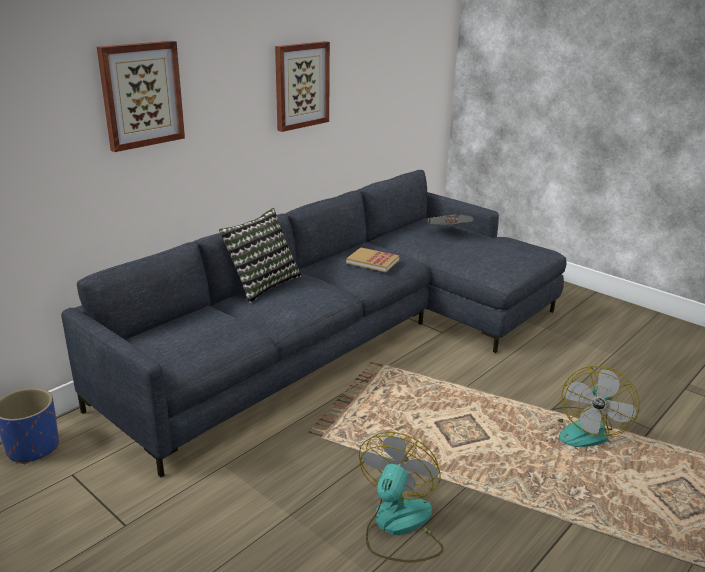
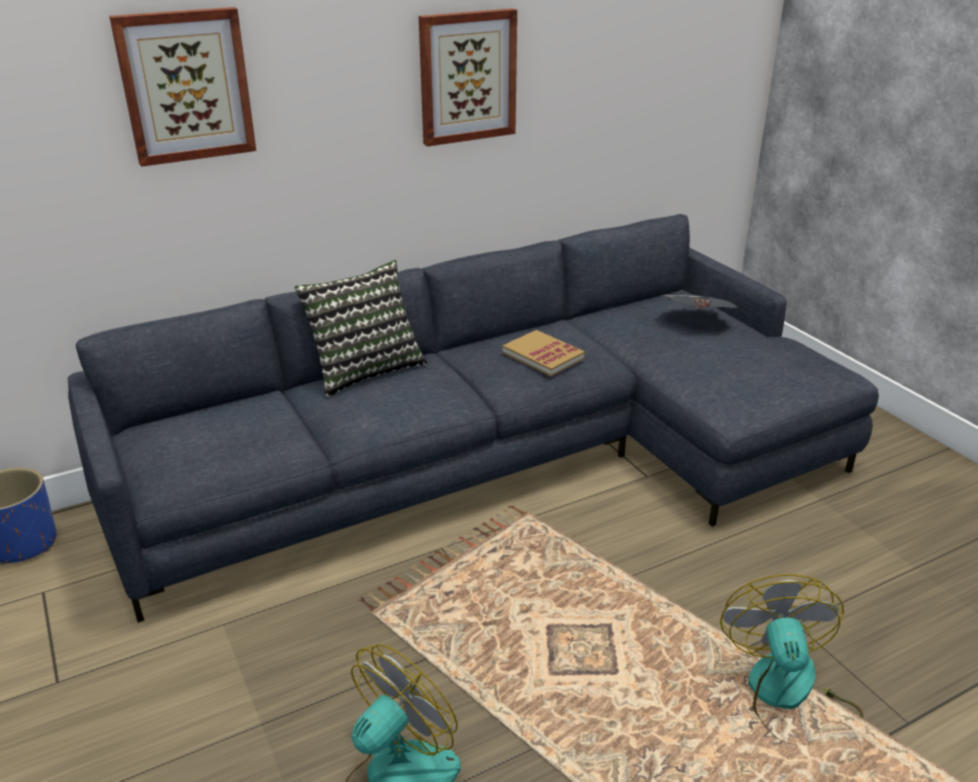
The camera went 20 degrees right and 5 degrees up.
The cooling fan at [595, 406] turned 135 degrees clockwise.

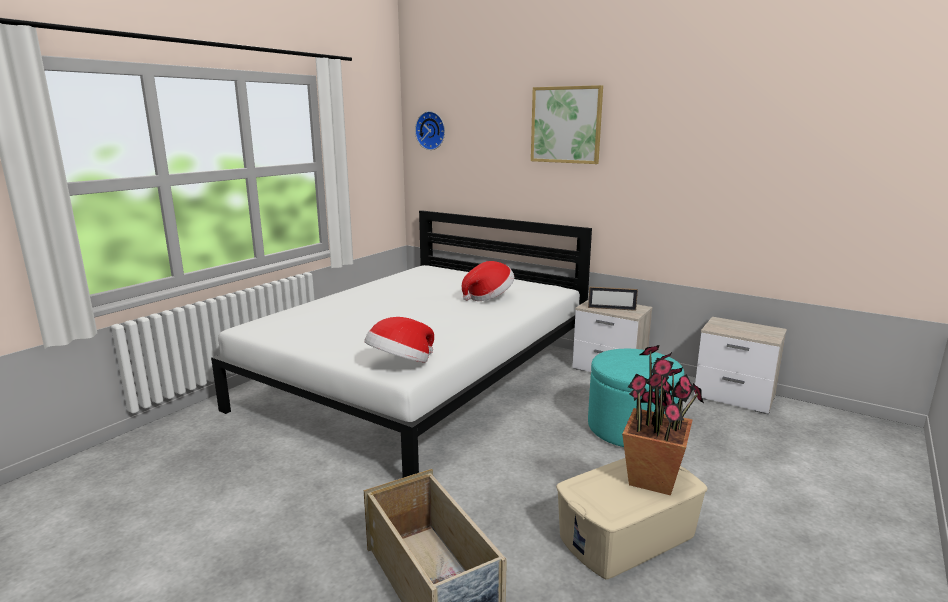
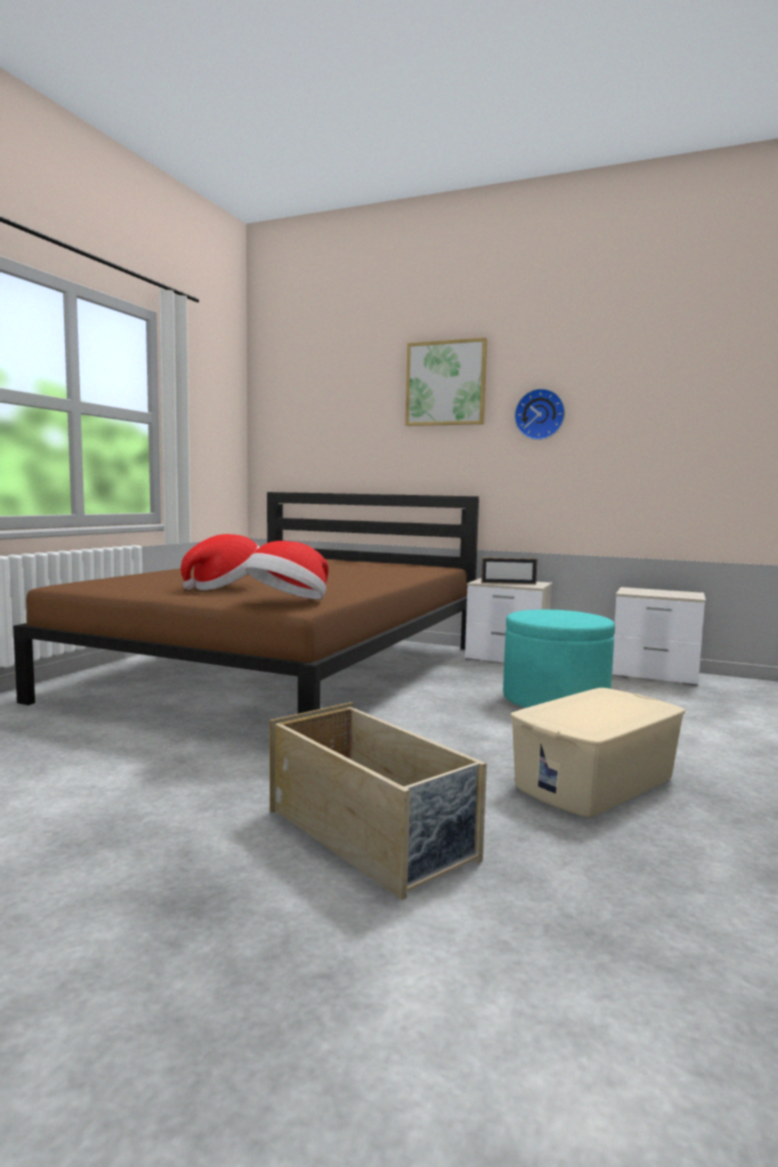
The camera went 10 degrees left and 10 degrees down.
The white-coloured bed at [401, 344] became the brown bed at [246, 603].
The clothing hat moved from [488, 281] to [220, 562].
The wall clock moved from [430, 130] to [539, 414].
The potted plant at [663, 420] disappeared.

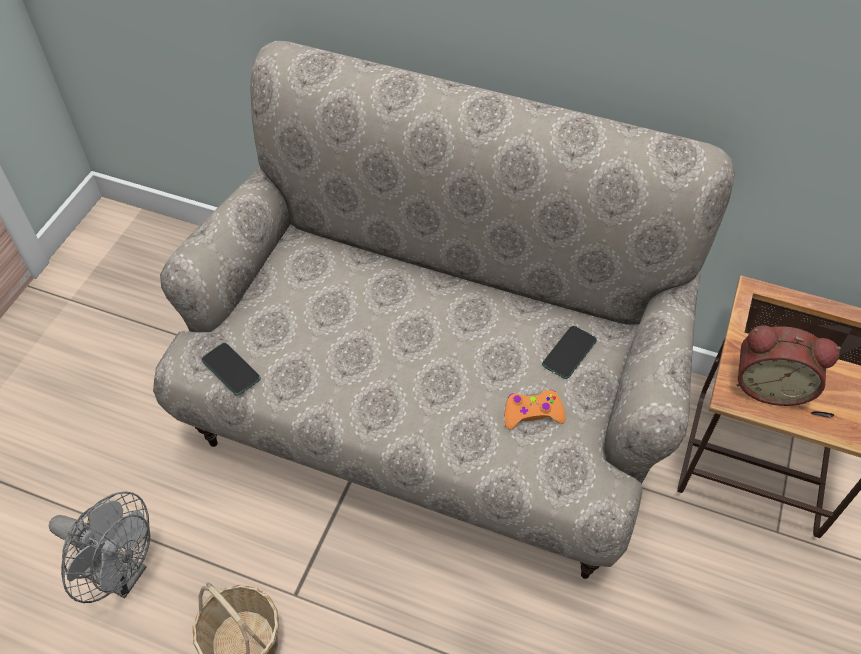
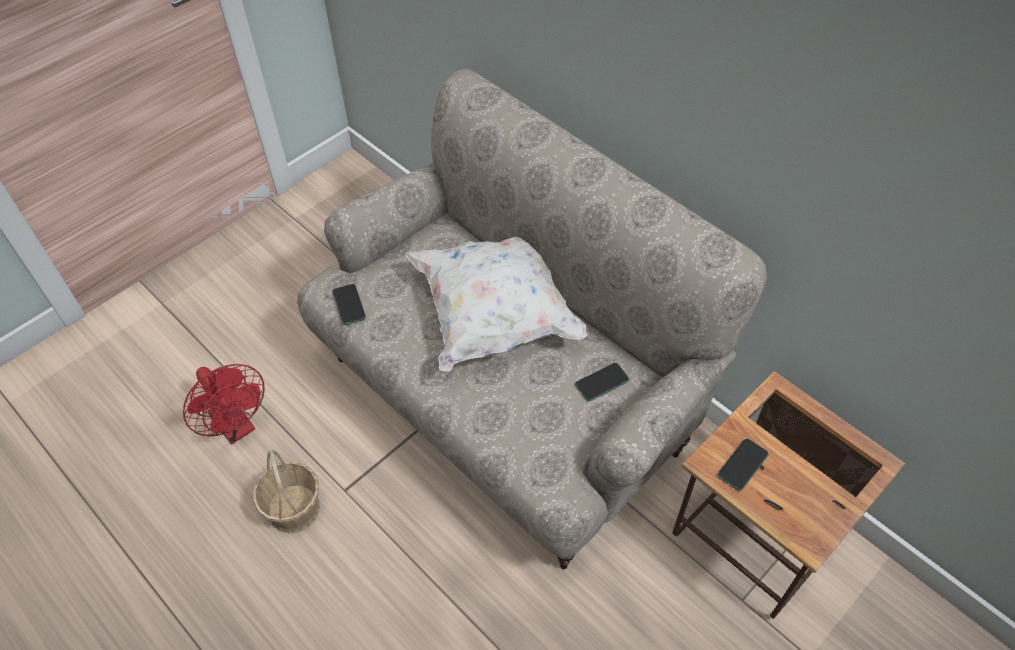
The camera went 25 degrees right and 0 degrees up.
The grey cooling fan at [99, 547] became the reddish cooling fan at [224, 404].
The white-coloured cushion at [496, 304] appeared.
The bedside clock at [788, 365] was replaced by the phone at [743, 465].
The orange gamepad at [535, 410] disappeared.

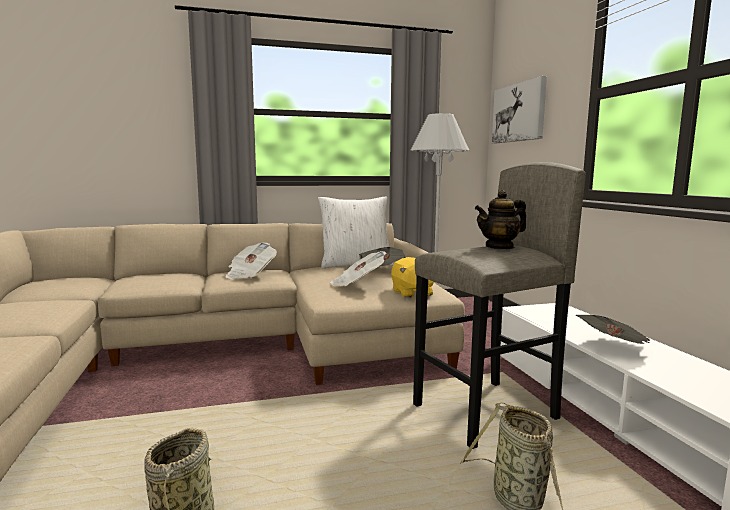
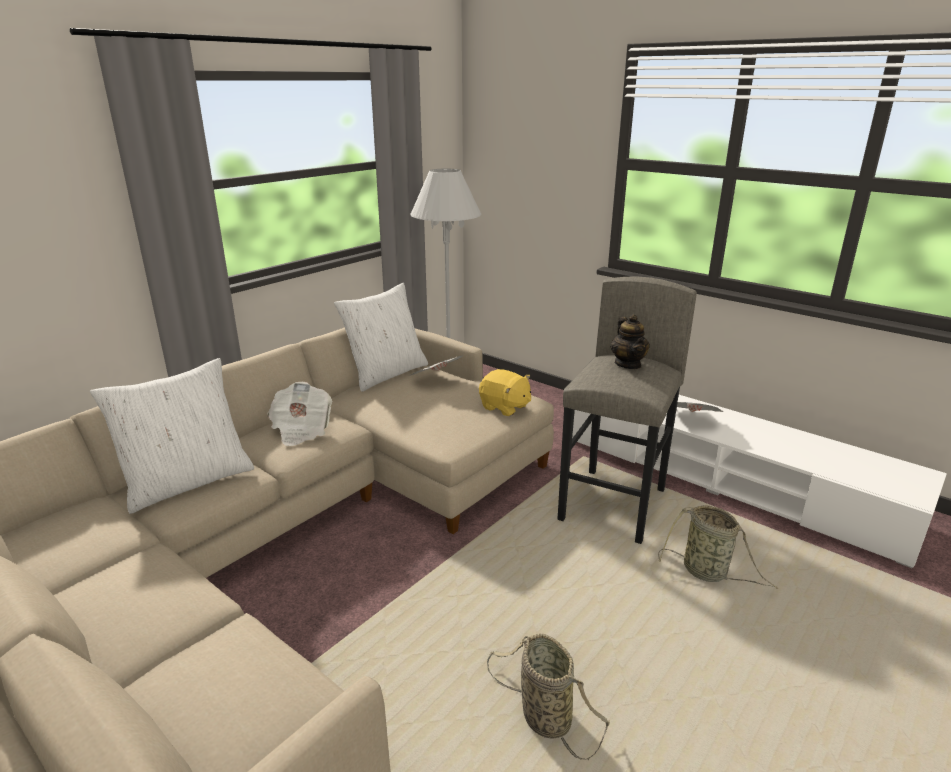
The camera went 35 degrees left and 15 degrees up.
The white-coloured cushion at [172, 436] appeared.
The tea pot at [500, 219] turned 45 degrees counterclockwise.
The daily paper at [358, 268] disappeared.
The wall art at [519, 110] disappeared.

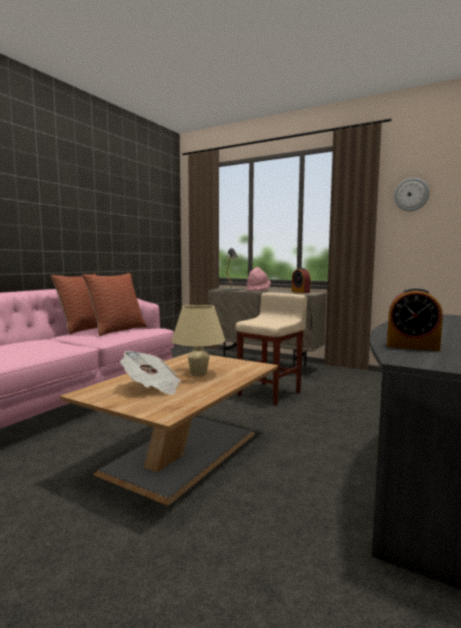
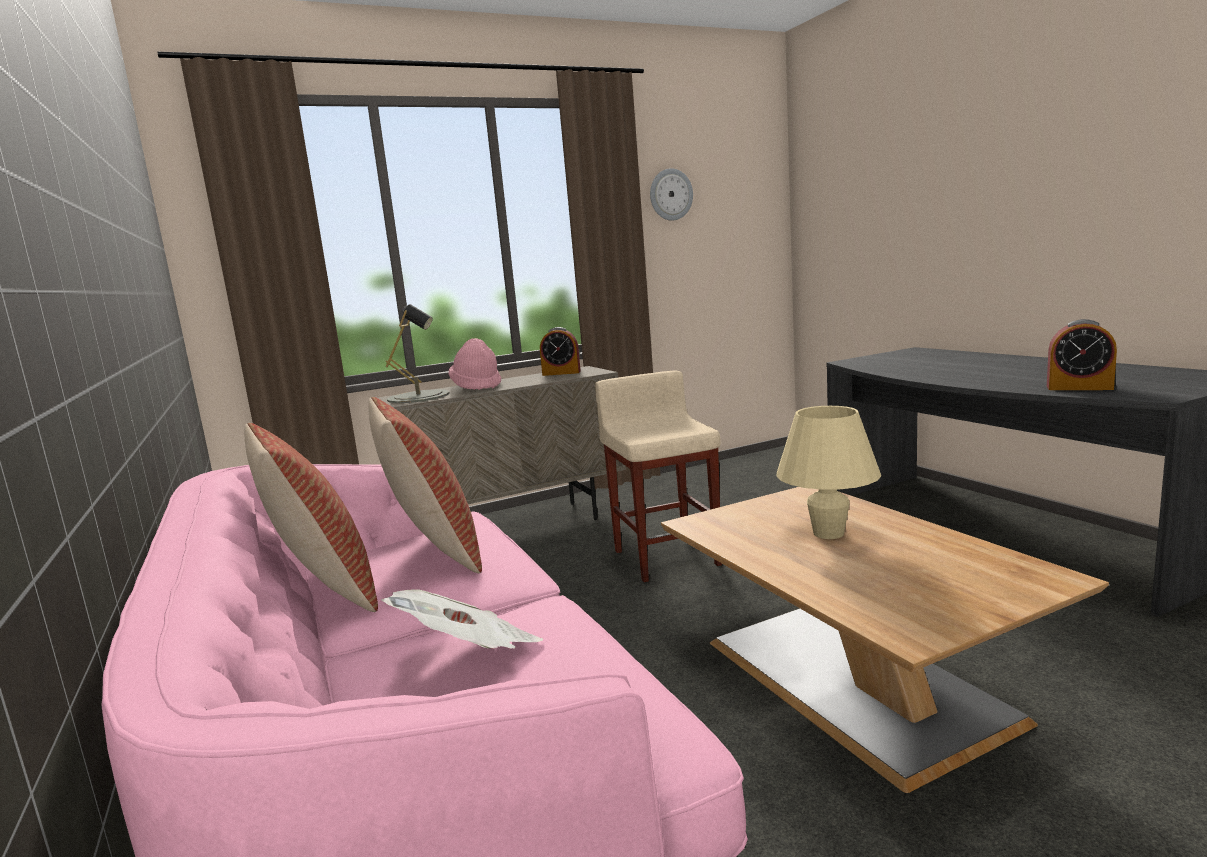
The camera went 55 degrees left and 5 degrees up.
The daily paper moved from [151, 373] to [462, 619].
The bedside clock at [415, 319] turned 60 degrees clockwise.

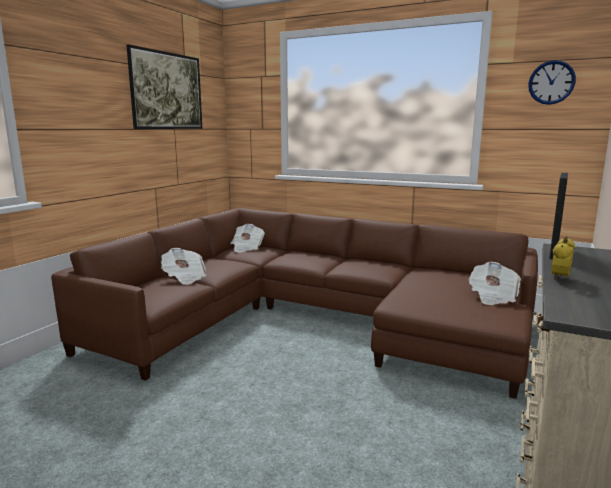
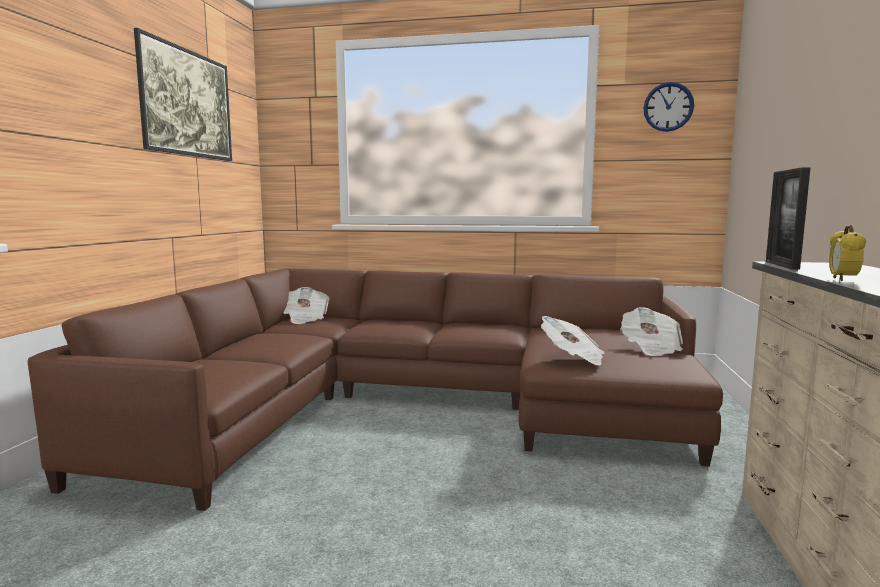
The camera went 15 degrees left and 5 degrees down.
The daily paper moved from [184, 266] to [572, 340].

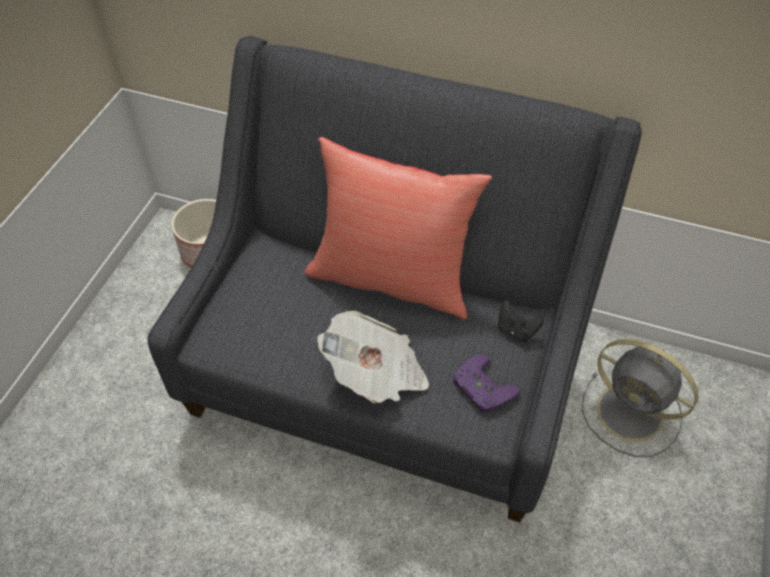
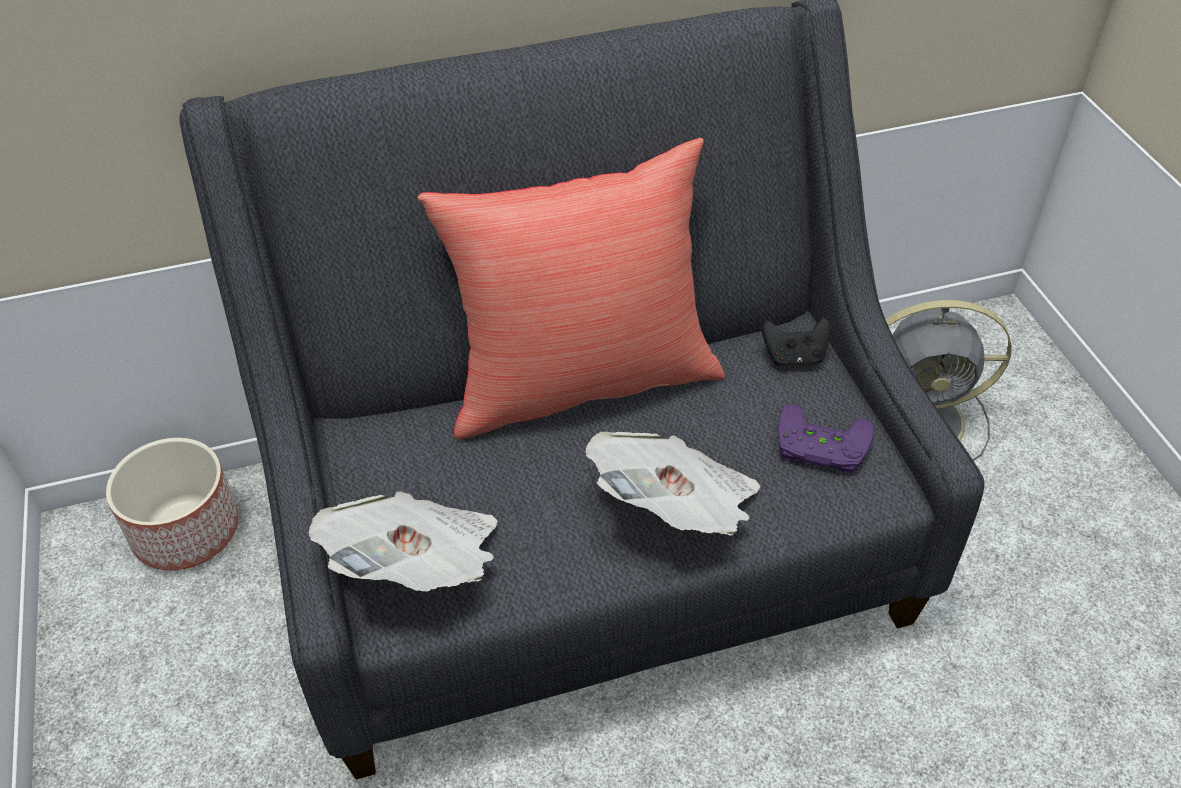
The camera went 35 degrees left and 5 degrees down.
The daily paper at [403, 541] appeared.

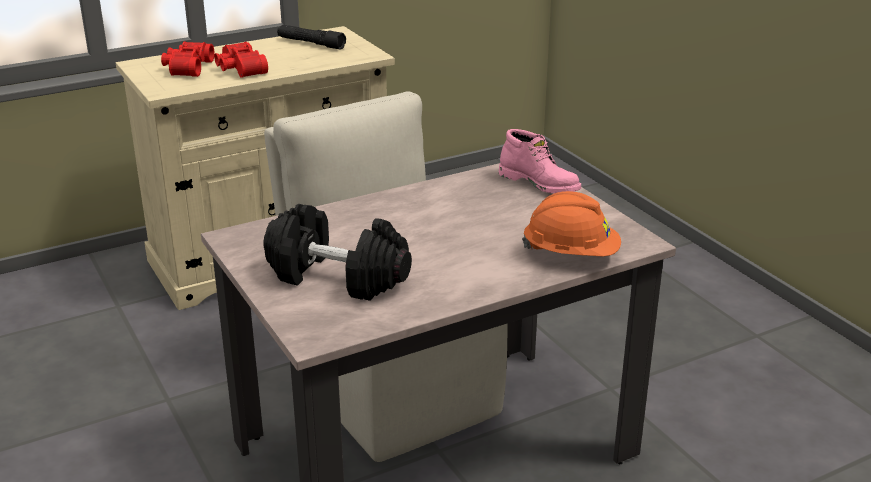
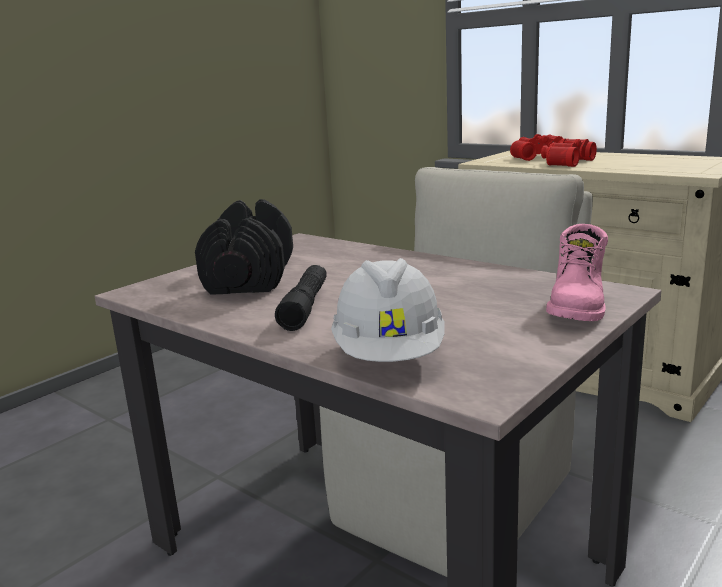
The camera went 70 degrees right and 10 degrees down.
The black hand torch moved from [311, 37] to [301, 298].
The orange work helmet at [571, 224] became the white-coloured work helmet at [388, 310].

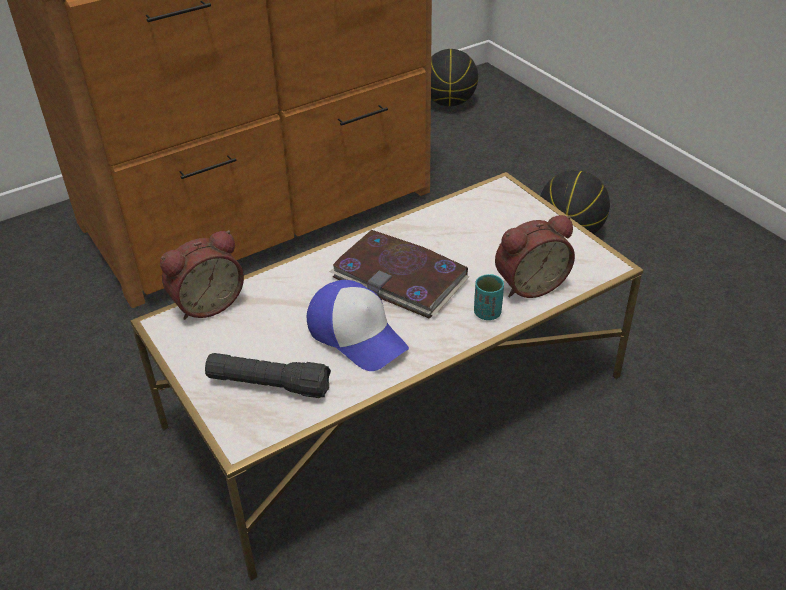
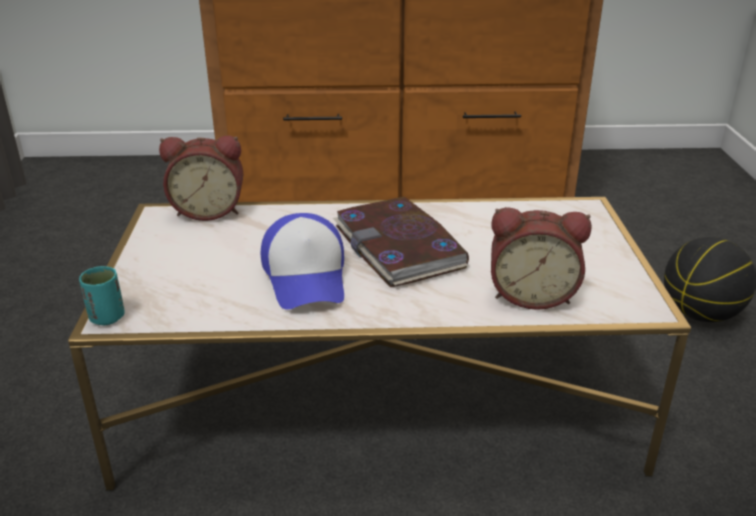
The camera went 30 degrees right and 10 degrees down.
The turquoise-coloured small cup moved from [489, 297] to [102, 295].
The black hand torch at [268, 375] disappeared.
The basketball ball at [454, 77] disappeared.

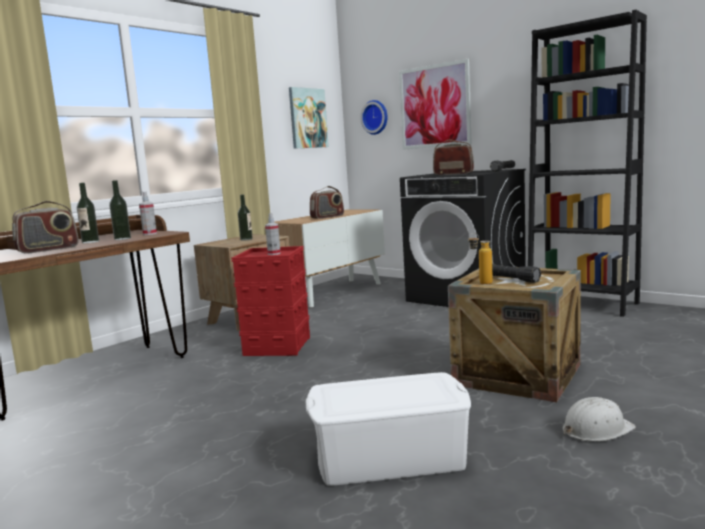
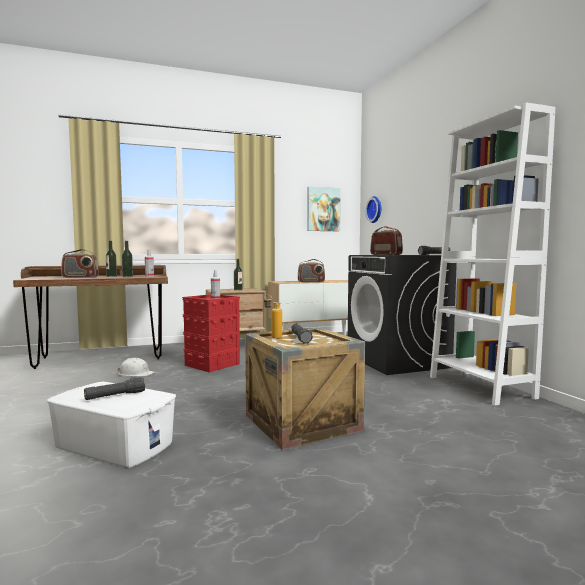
The camera went 30 degrees right and 5 degrees down.
The black hand torch at [114, 388] appeared.
The white-coloured work helmet moved from [599, 419] to [136, 367].
The black bookcase at [587, 163] became the white-coloured bookcase at [492, 254].
The wall art at [435, 104] disappeared.

